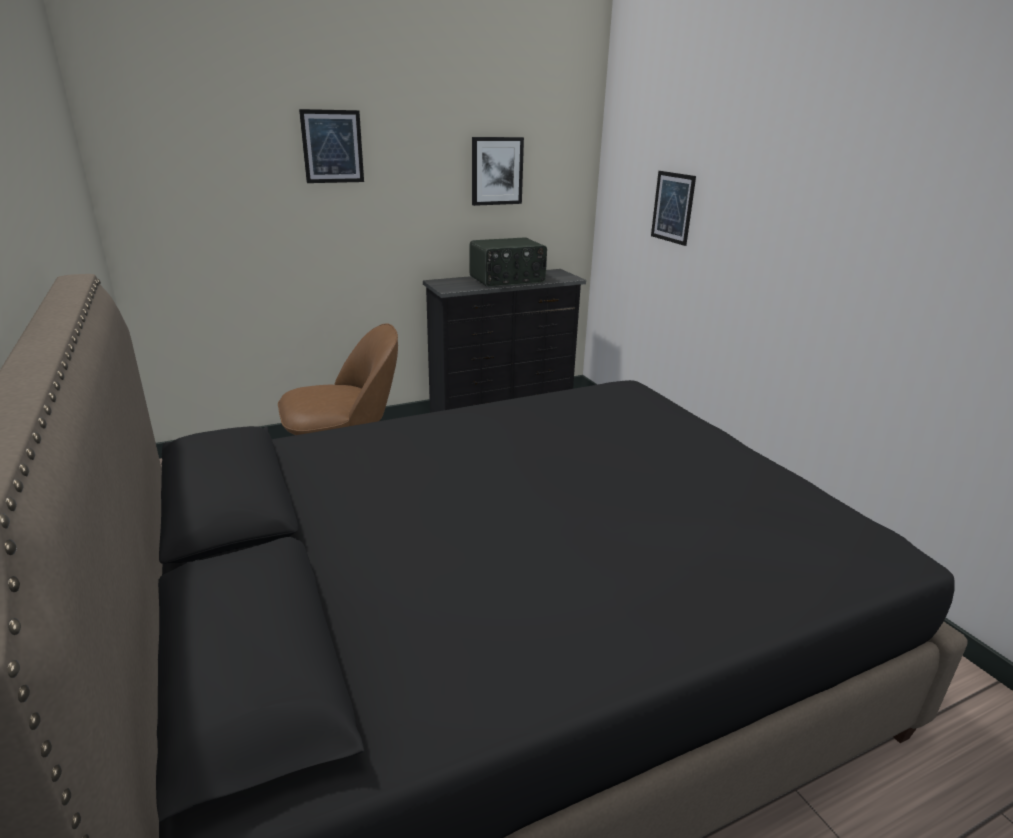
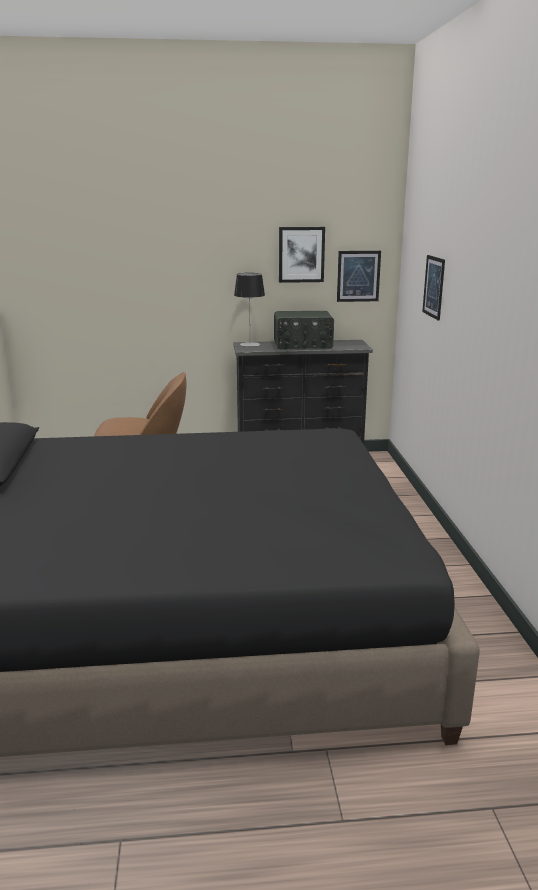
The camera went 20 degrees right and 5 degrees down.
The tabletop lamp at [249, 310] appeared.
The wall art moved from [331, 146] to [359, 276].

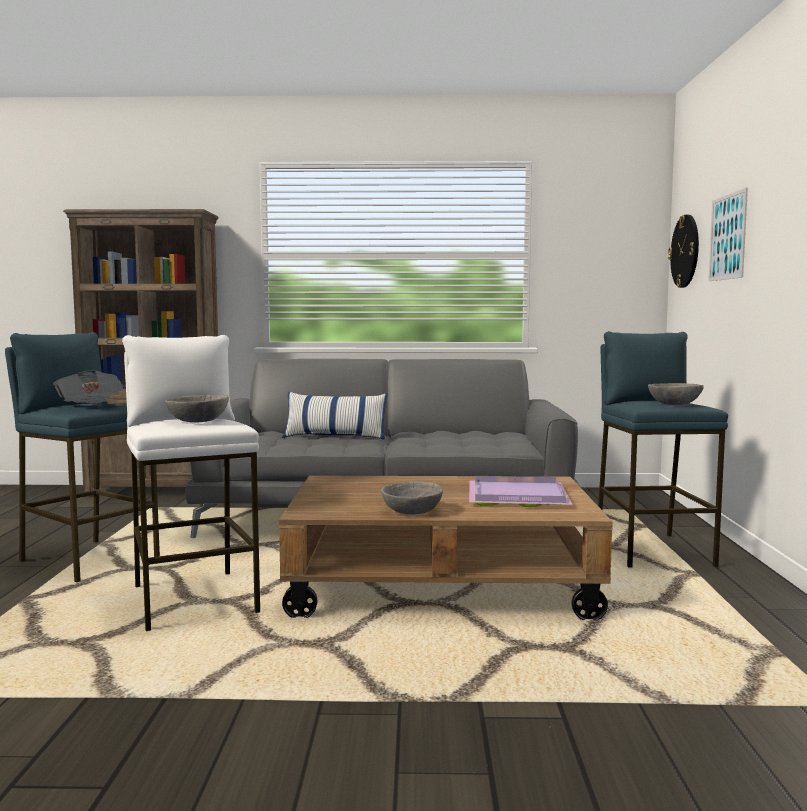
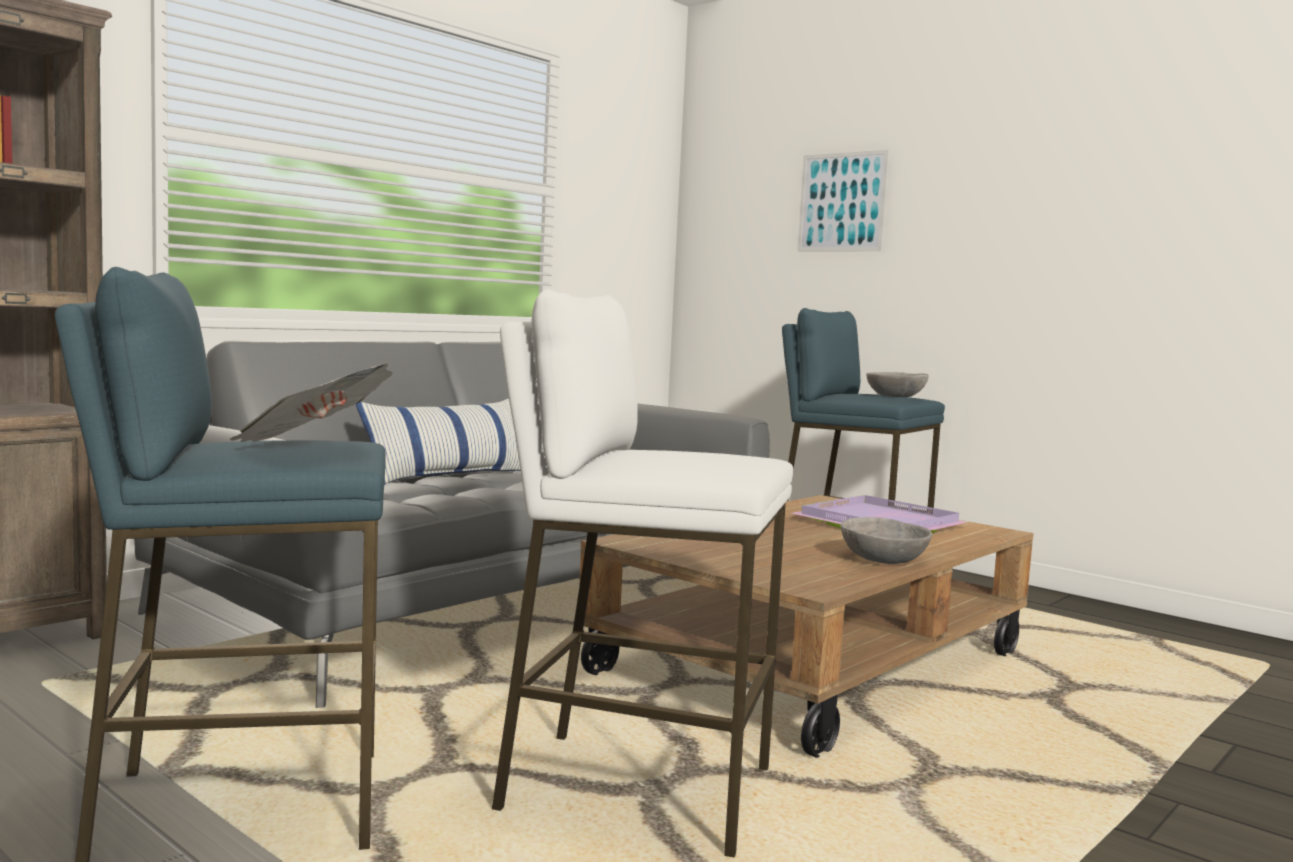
The camera went 50 degrees left and 0 degrees up.
The grey deep dish at [197, 408] disappeared.
The wall clock at [683, 251] disappeared.

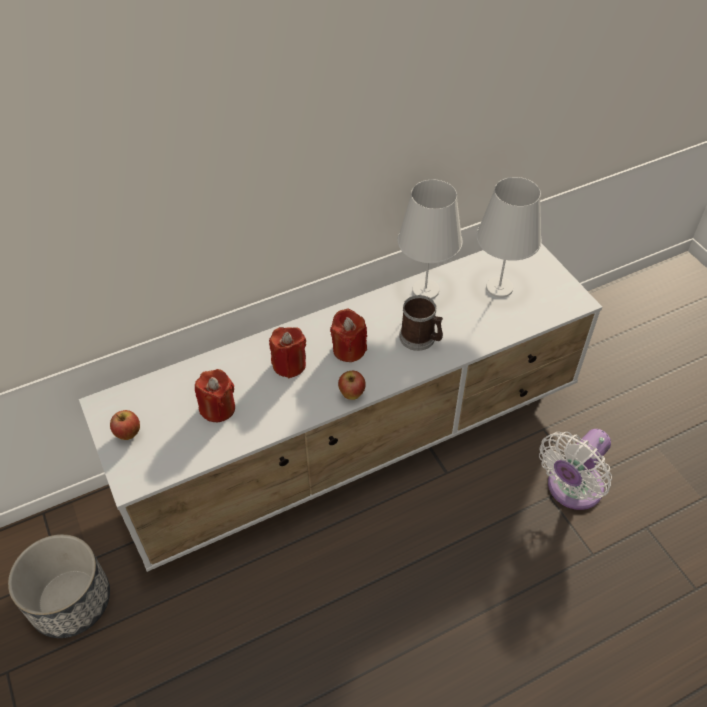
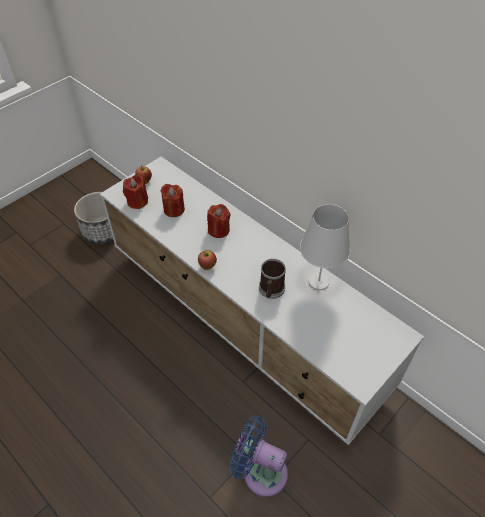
The camera went 70 degrees right and 0 degrees up.
The reddish wax candle moved from [348, 335] to [135, 192].
The white-coloured cooling fan at [575, 469] became the blue-coloured cooling fan at [258, 456].
The white-coloured tabletop lamp at [509, 237] disappeared.

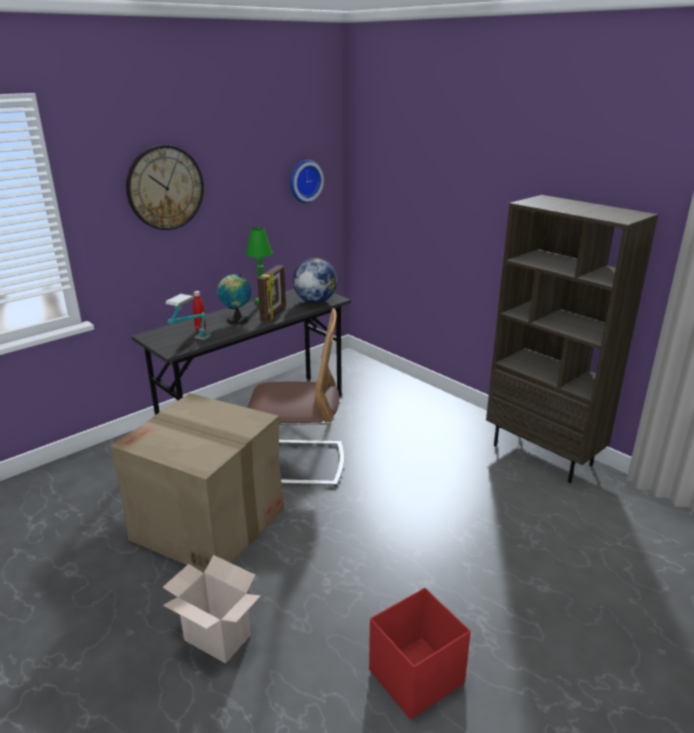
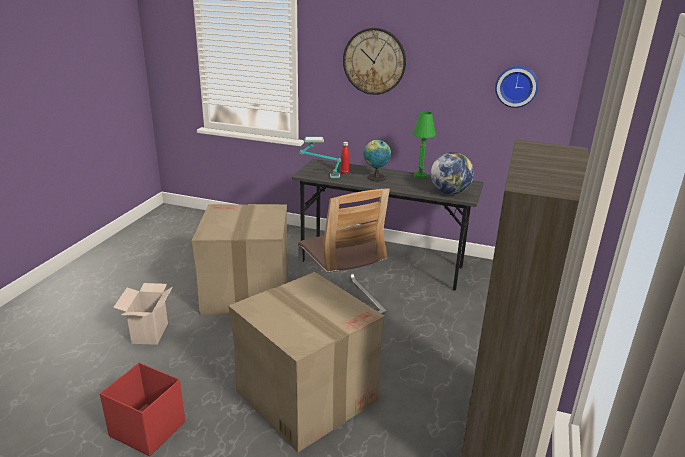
The camera went 60 degrees right and 0 degrees up.
The carton at [307, 362] appeared.
The photo frame at [271, 293] disappeared.

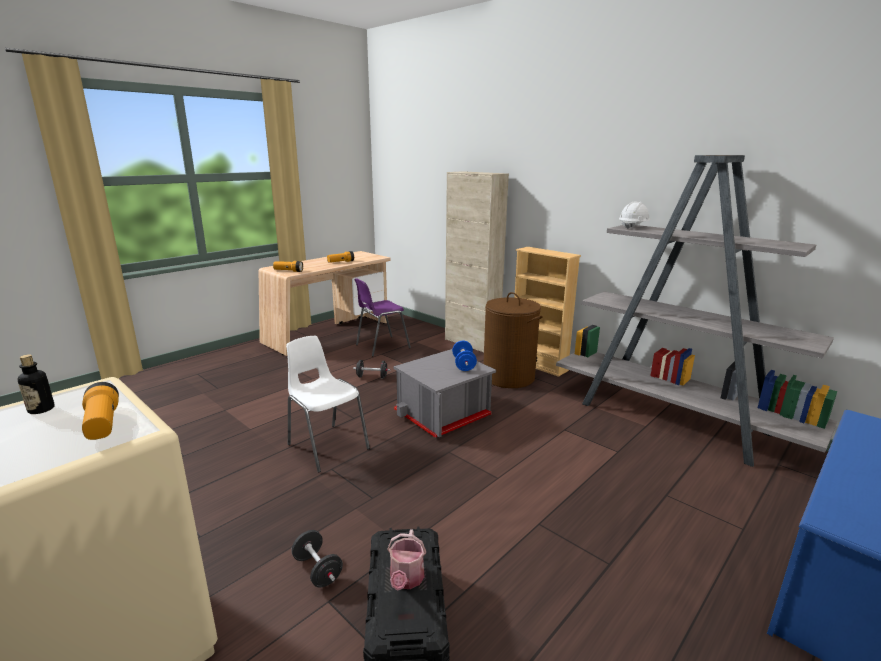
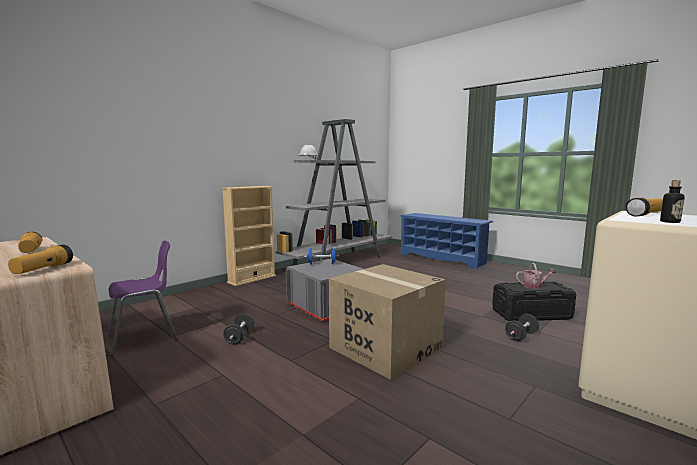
The camera went 90 degrees left and 10 degrees down.
The purple plain chair at [382, 317] turned 90 degrees counterclockwise.
The white-coloured plain chair at [328, 404] was replaced by the carton at [387, 322].
The beige-coloured cabinet at [477, 261] disappeared.
The brown hamper at [513, 340] disappeared.

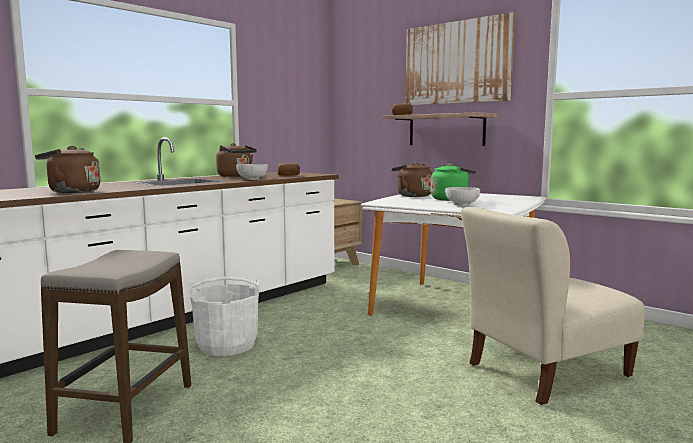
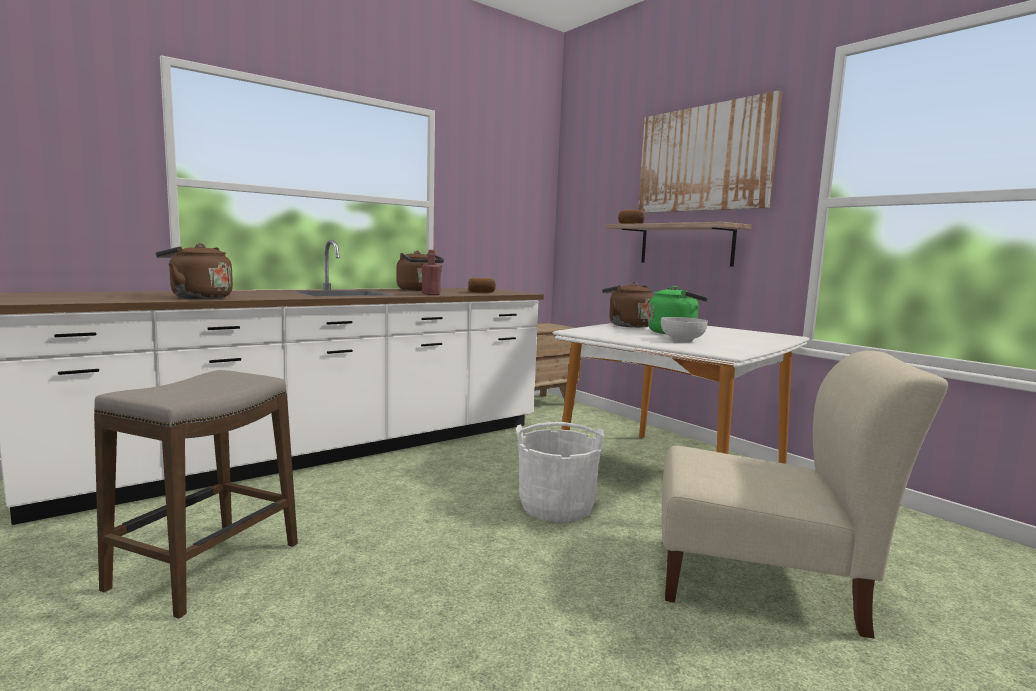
The camera went 10 degrees right and 0 degrees up.
The deep dish at [252, 172] was replaced by the reddish drink bottle at [431, 272].
The white-coloured bucket moved from [223, 316] to [560, 472].
The beige-coloured plain chair at [553, 306] turned 150 degrees counterclockwise.

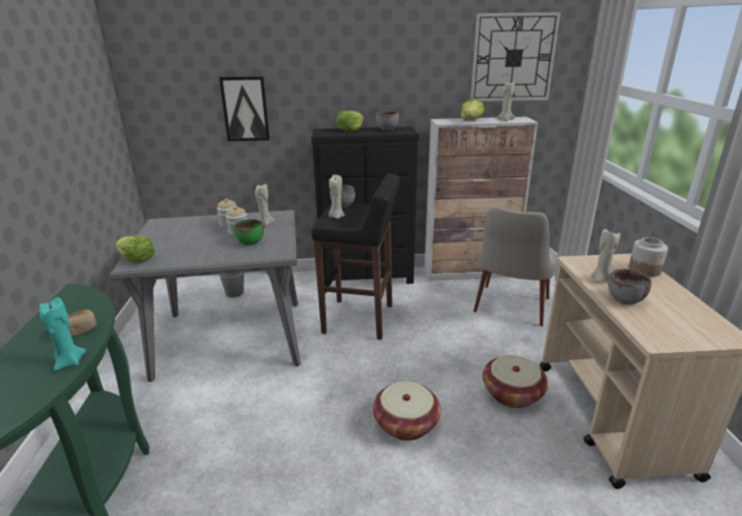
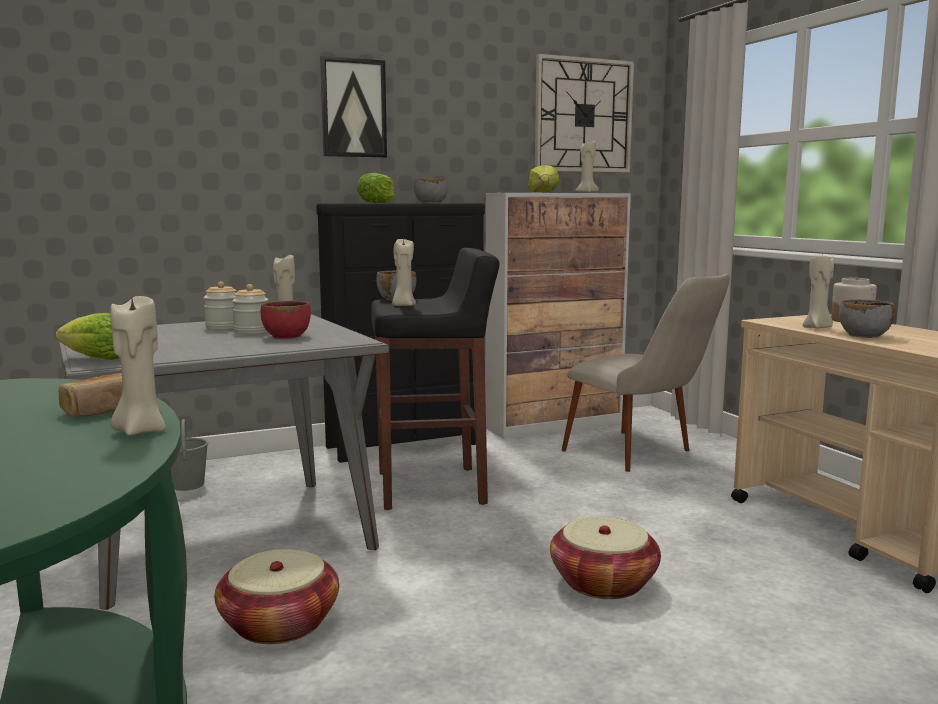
The camera went 20 degrees left and 15 degrees down.
The turquoise-coloured wax candle at [62, 334] became the beige-coloured wax candle at [138, 366].
The storage basket moved from [515, 381] to [277, 596].
The green-coloured deep dish at [249, 232] became the reddish deep dish at [286, 320].
The wall art moved from [244, 108] to [353, 107].
The beige-coloured plain chair at [514, 266] turned 45 degrees counterclockwise.

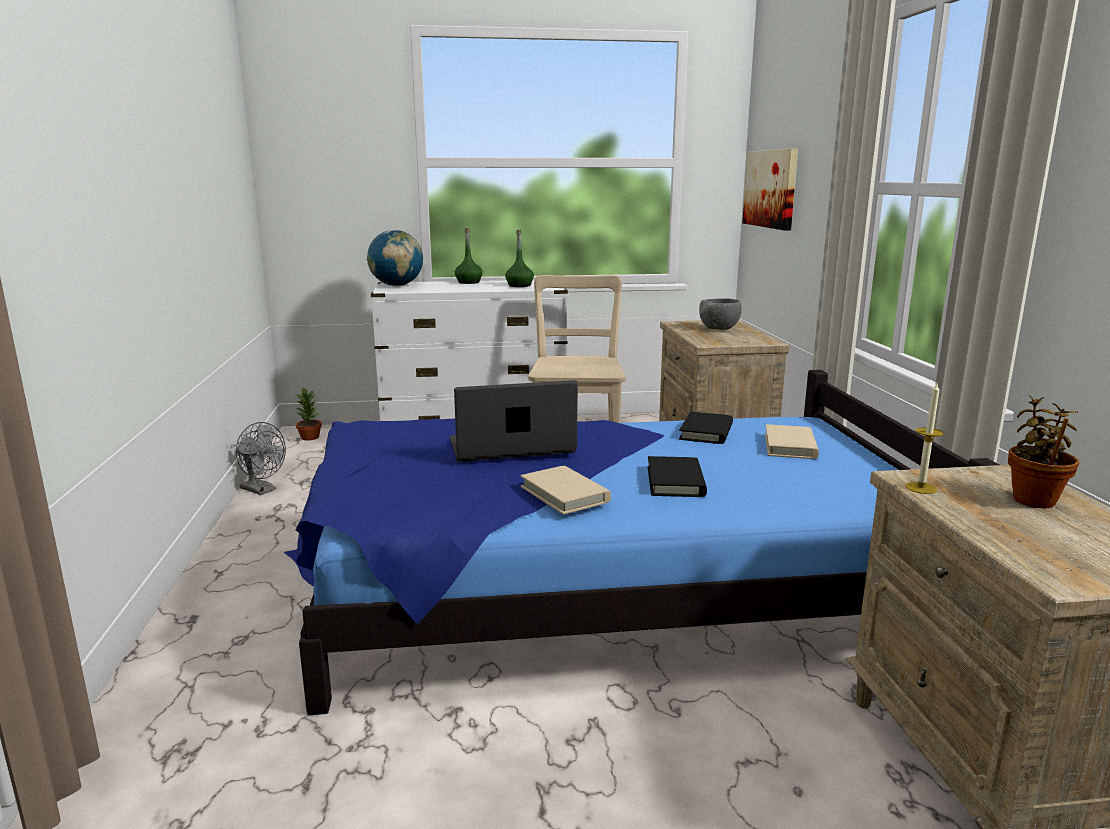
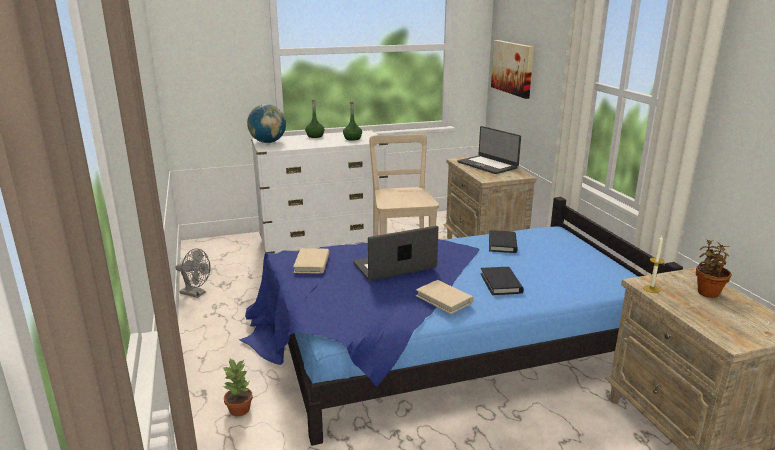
The camera went 10 degrees left and 5 degrees up.
The potted plant moved from [308, 413] to [237, 387].
The beige-coloured bound book moved from [792, 441] to [311, 260].
The grey deep dish at [720, 314] was replaced by the portable computer at [489, 150].

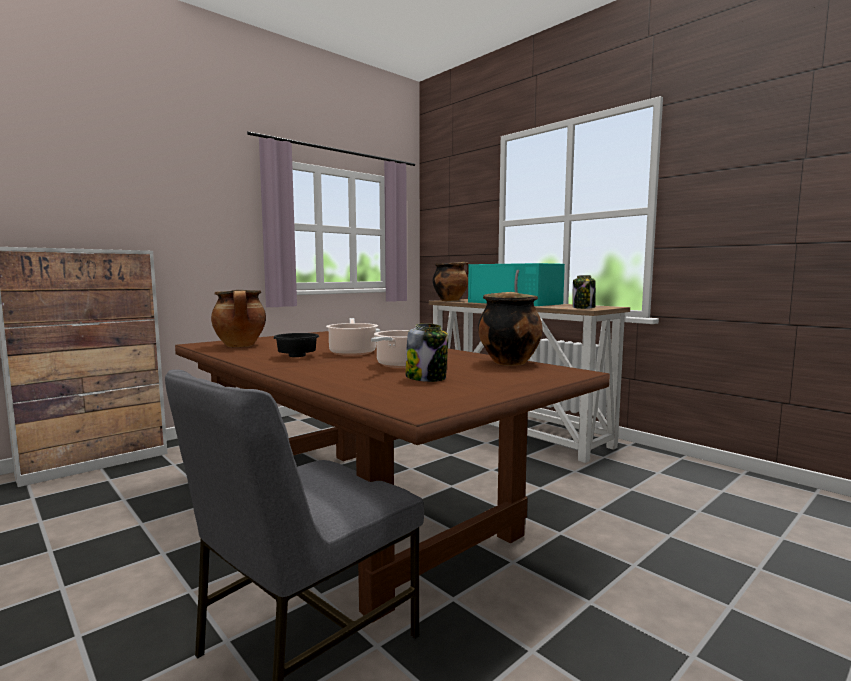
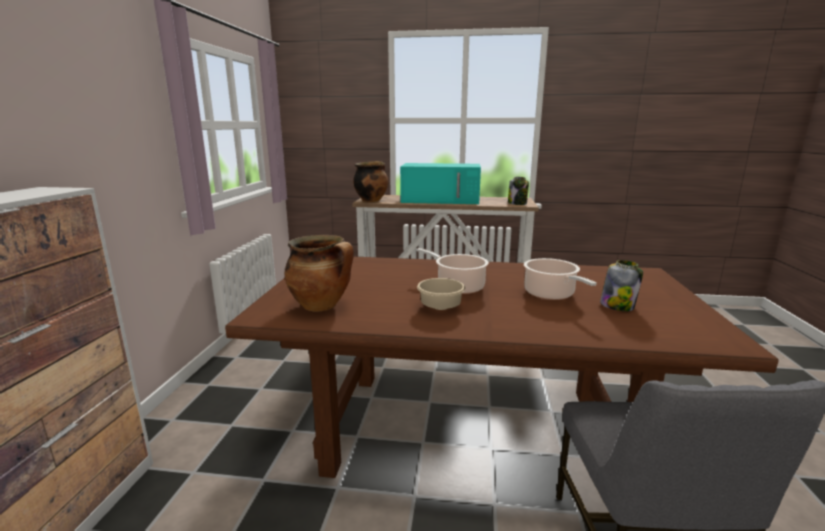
The camera went 40 degrees left and 10 degrees up.
The black deep dish at [296, 345] became the beige-coloured deep dish at [441, 294].
The stockpot at [510, 329] disappeared.

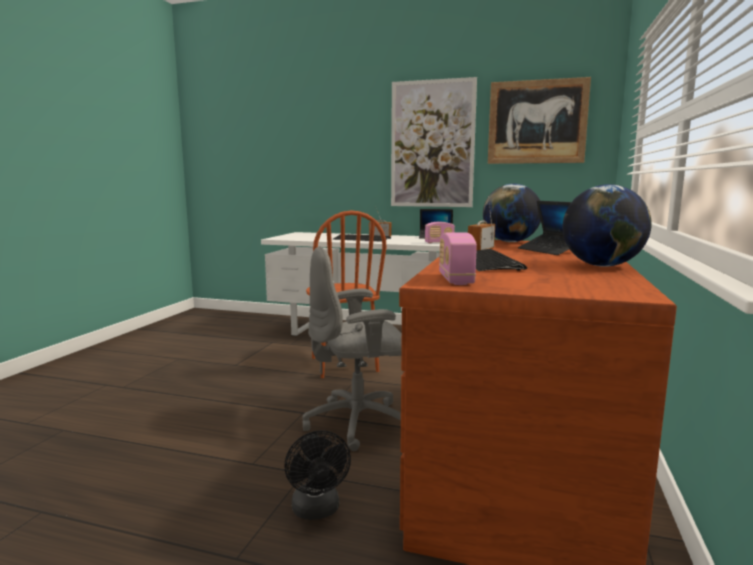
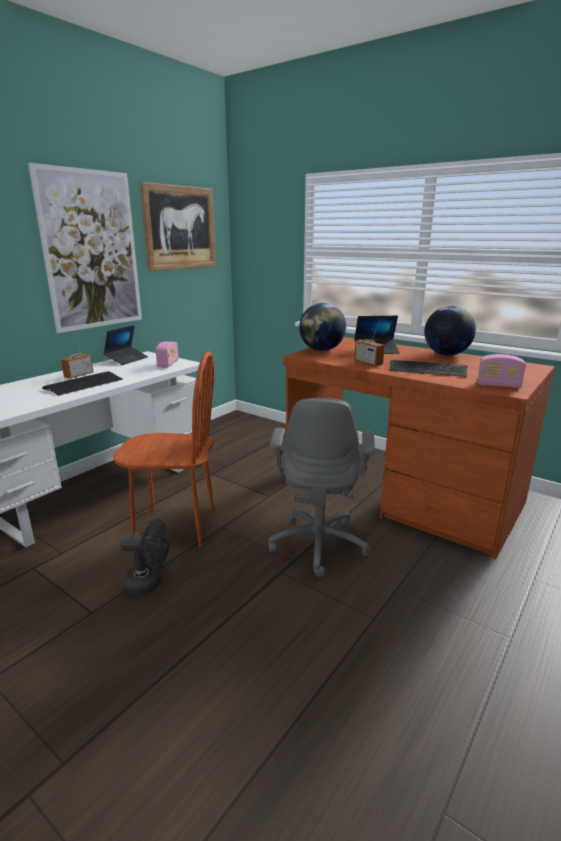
The camera went 70 degrees left and 10 degrees up.
The black cooling fan moved from [317, 475] to [145, 556].

